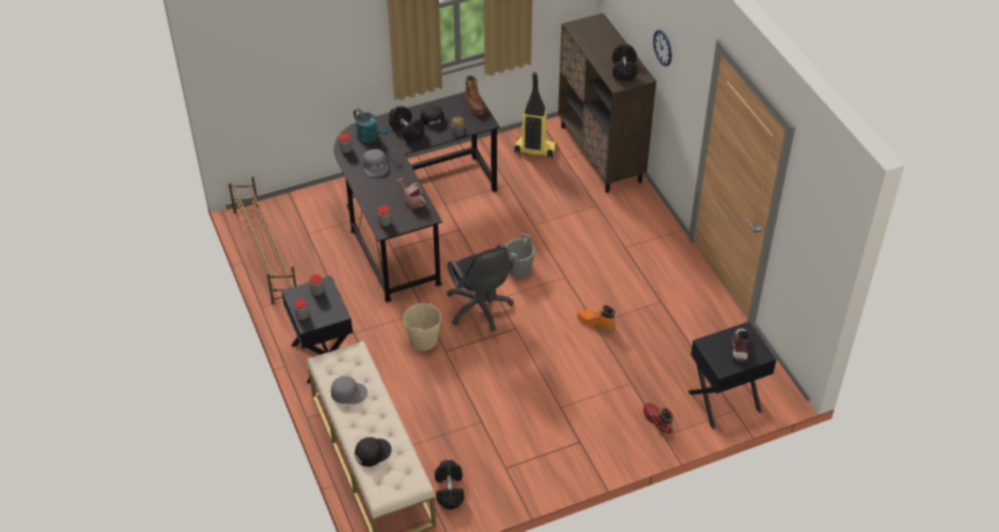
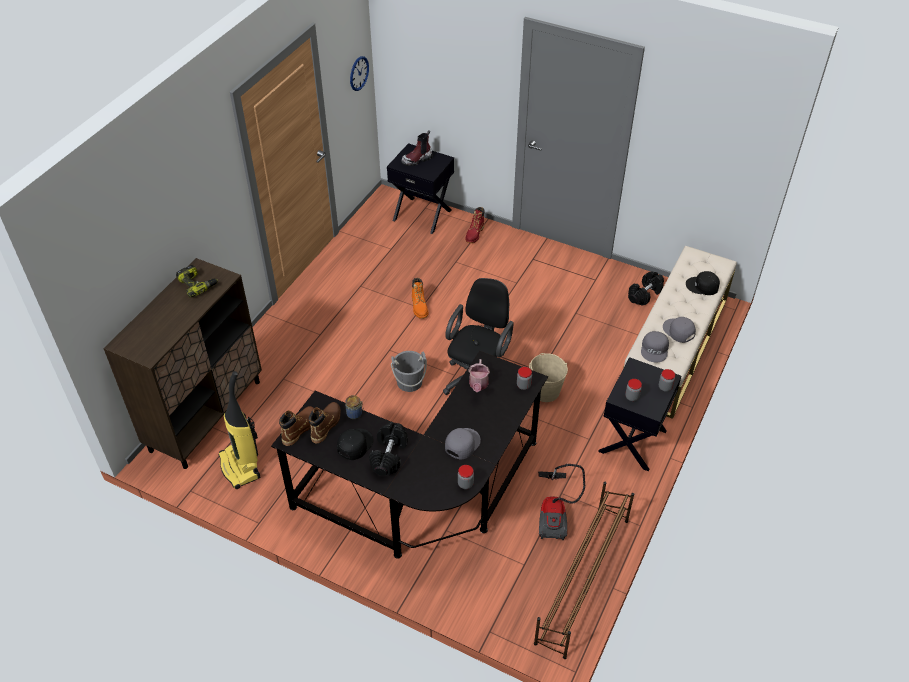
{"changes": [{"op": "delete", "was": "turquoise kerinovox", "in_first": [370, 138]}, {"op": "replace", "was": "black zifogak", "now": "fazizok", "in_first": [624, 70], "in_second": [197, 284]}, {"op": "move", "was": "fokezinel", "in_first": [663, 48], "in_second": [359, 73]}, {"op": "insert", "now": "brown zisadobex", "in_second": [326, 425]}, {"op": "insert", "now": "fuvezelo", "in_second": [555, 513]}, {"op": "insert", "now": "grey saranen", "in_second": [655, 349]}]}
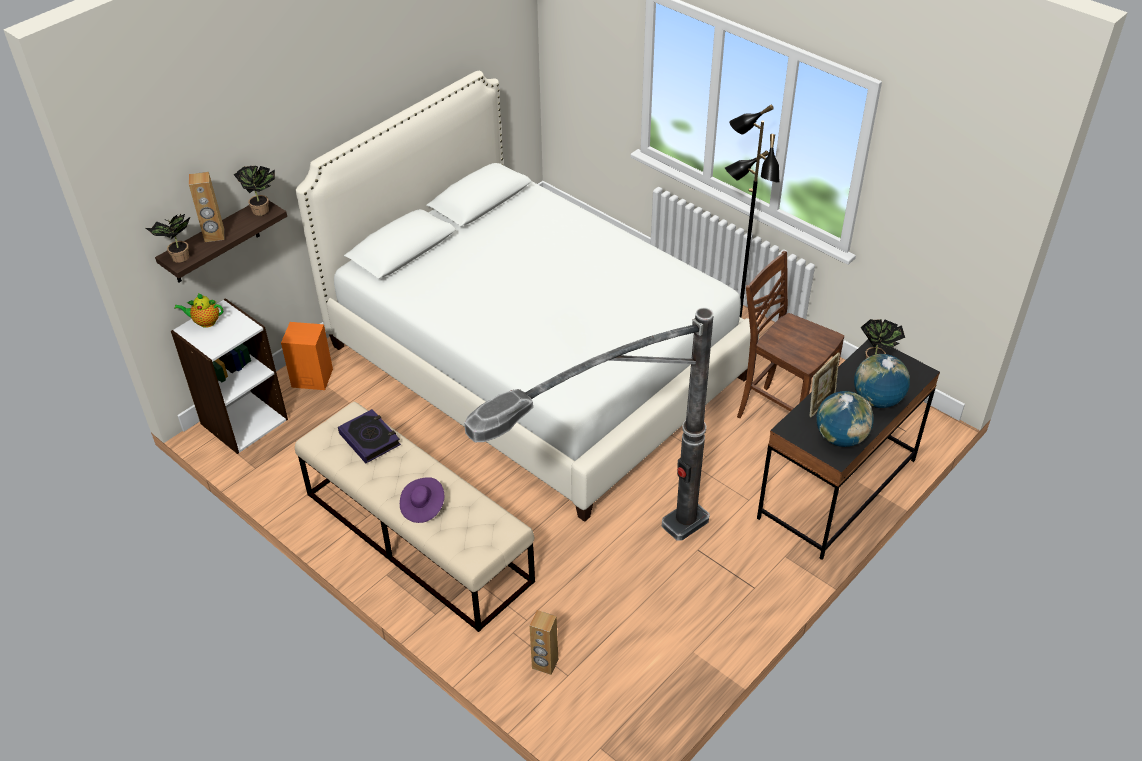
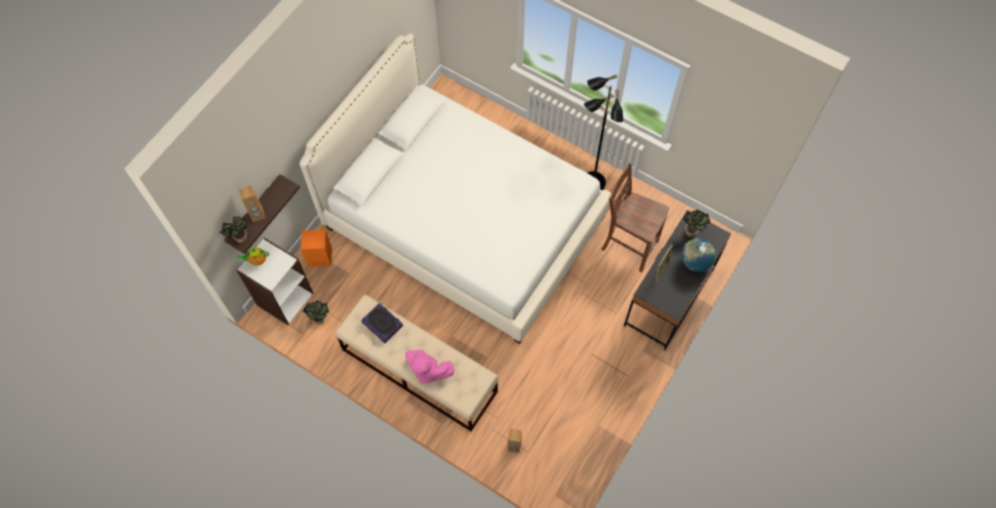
{"changes": [{"op": "move", "was": "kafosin", "in_first": [263, 210], "in_second": [320, 319]}, {"op": "replace", "was": "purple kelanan", "now": "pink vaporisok", "in_first": [422, 507], "in_second": [428, 370]}, {"op": "delete", "was": "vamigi", "in_first": [602, 579]}, {"op": "delete", "was": "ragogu", "in_first": [840, 438]}]}
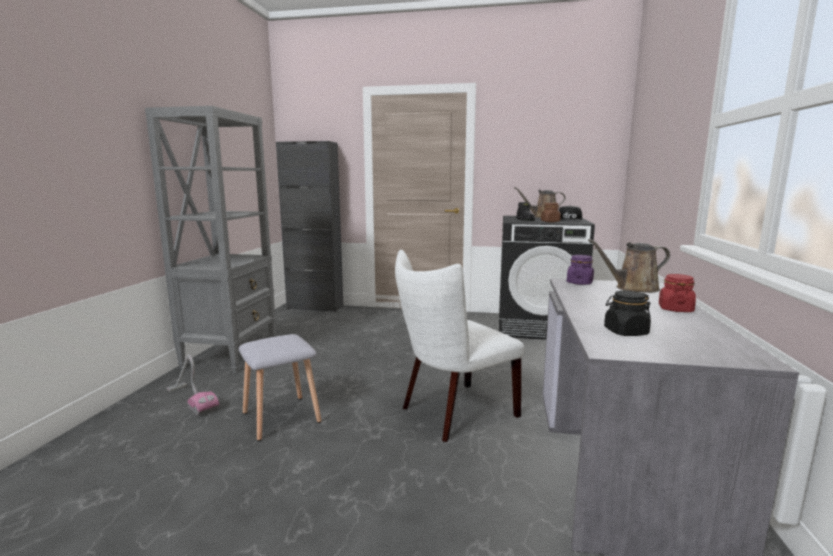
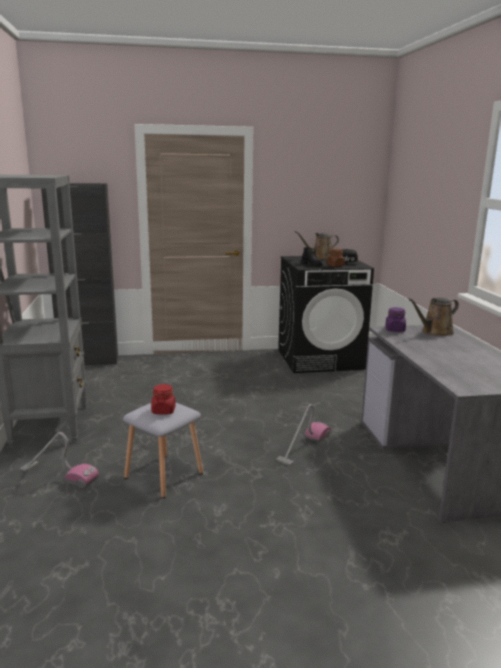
{"changes": [{"op": "replace", "was": "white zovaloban", "now": "fuvezelo", "in_first": [453, 413], "in_second": [304, 447]}, {"op": "delete", "was": "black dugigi", "in_first": [625, 332]}, {"op": "move", "was": "red dugigi", "in_first": [675, 309], "in_second": [163, 411]}]}
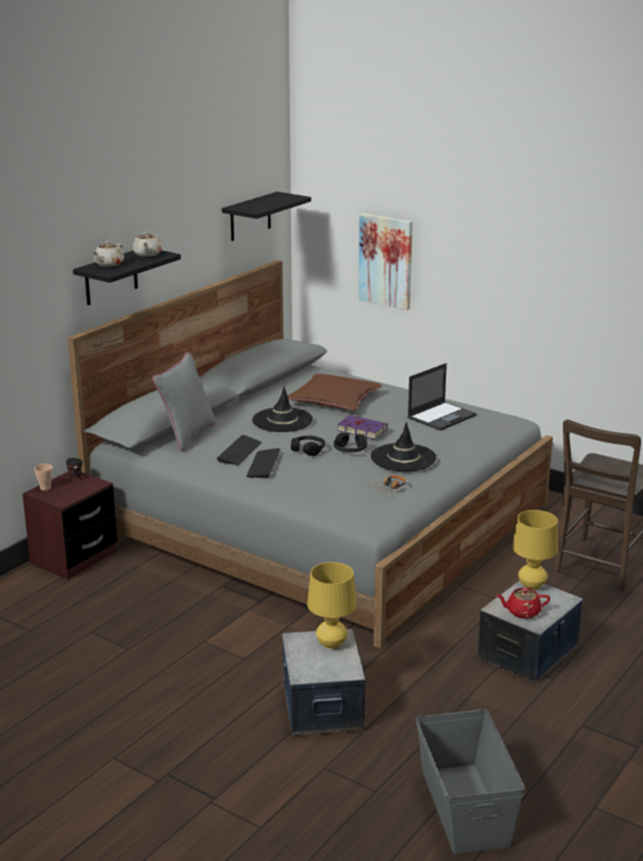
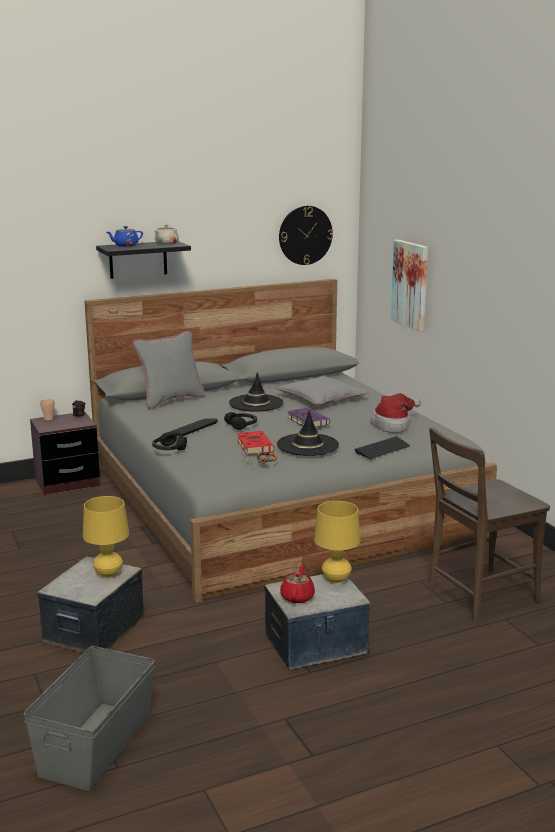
{"changes": [{"op": "recolor", "was": "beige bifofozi", "now": "blue bifofozi", "in_first": [108, 264], "in_second": [125, 245]}, {"op": "move", "was": "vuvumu", "in_first": [239, 452], "in_second": [382, 449]}, {"op": "replace", "was": "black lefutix", "now": "fokezinel", "in_first": [250, 217], "in_second": [305, 235]}, {"op": "recolor", "was": "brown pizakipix", "now": "grey pizakipix", "in_first": [334, 400], "in_second": [322, 398]}, {"op": "move", "was": "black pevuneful", "in_first": [350, 450], "in_second": [168, 449]}, {"op": "replace", "was": "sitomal", "now": "kelanan", "in_first": [442, 416], "in_second": [394, 425]}, {"op": "rotate", "was": "red bifofozi", "in_first": [522, 612], "in_second": [297, 597], "clockwise": 75}, {"op": "insert", "now": "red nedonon", "in_second": [254, 445]}]}
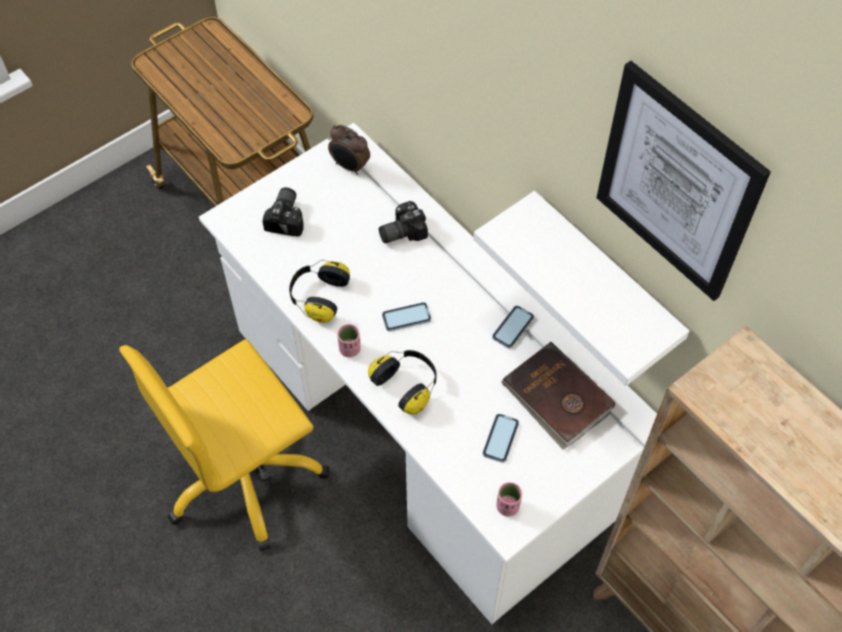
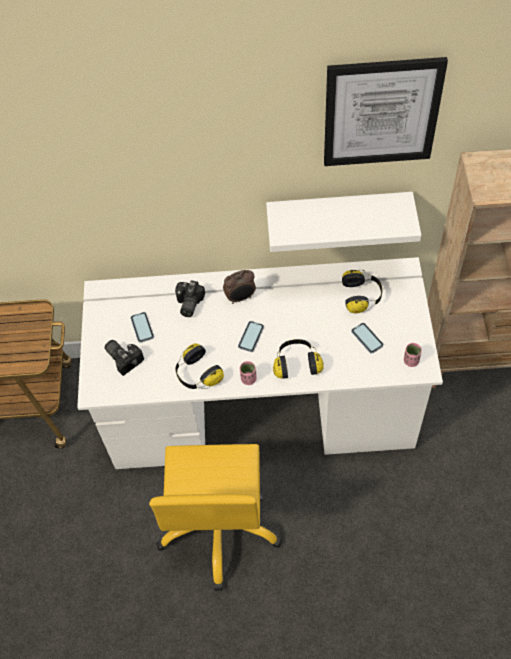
{"changes": [{"op": "move", "was": "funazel", "in_first": [350, 166], "in_second": [240, 298]}, {"op": "move", "was": "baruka", "in_first": [513, 327], "in_second": [142, 328]}, {"op": "replace", "was": "brown nedonon", "now": "pevuneful", "in_first": [557, 397], "in_second": [362, 296]}]}
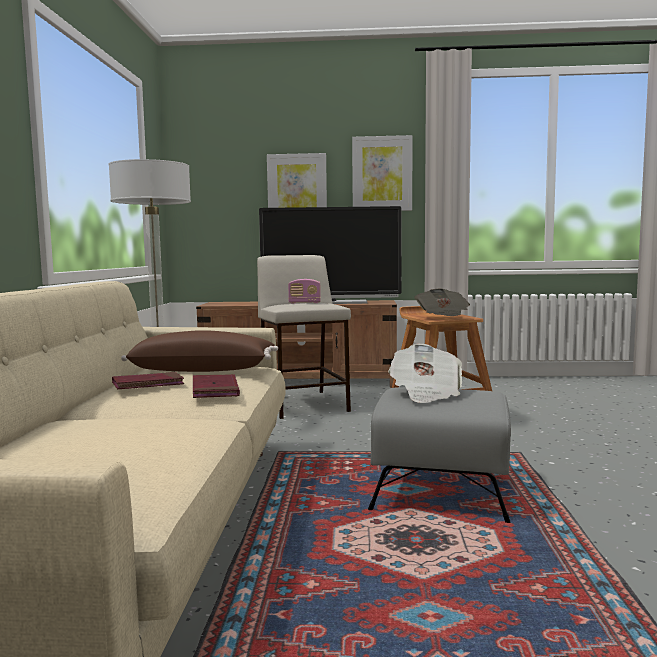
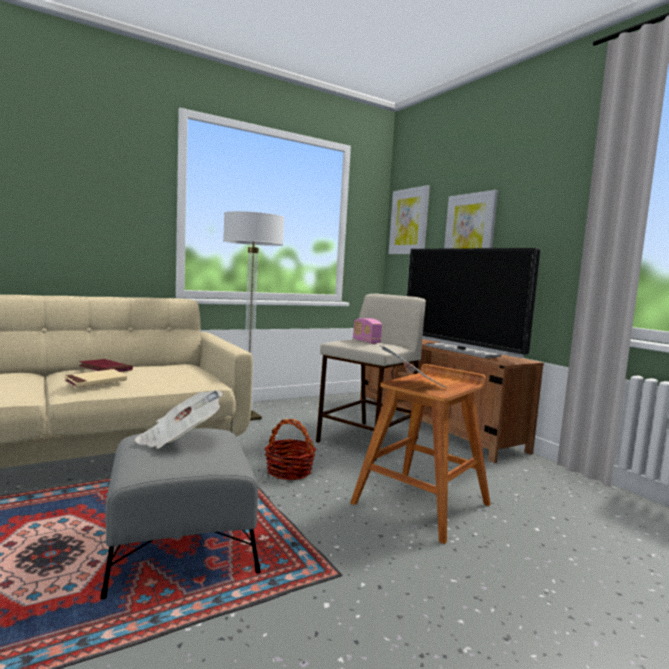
{"changes": [{"op": "delete", "was": "brown pizakipix", "in_first": [204, 370]}, {"op": "recolor", "was": "red nedonon", "now": "beige nedonon", "in_first": [215, 390], "in_second": [95, 381]}, {"op": "move", "was": "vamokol", "in_first": [382, 174], "in_second": [409, 221]}, {"op": "insert", "now": "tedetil", "in_second": [289, 471]}]}
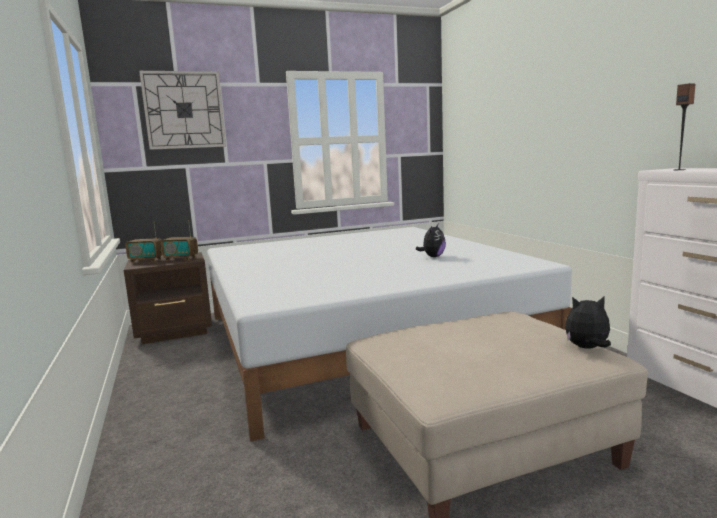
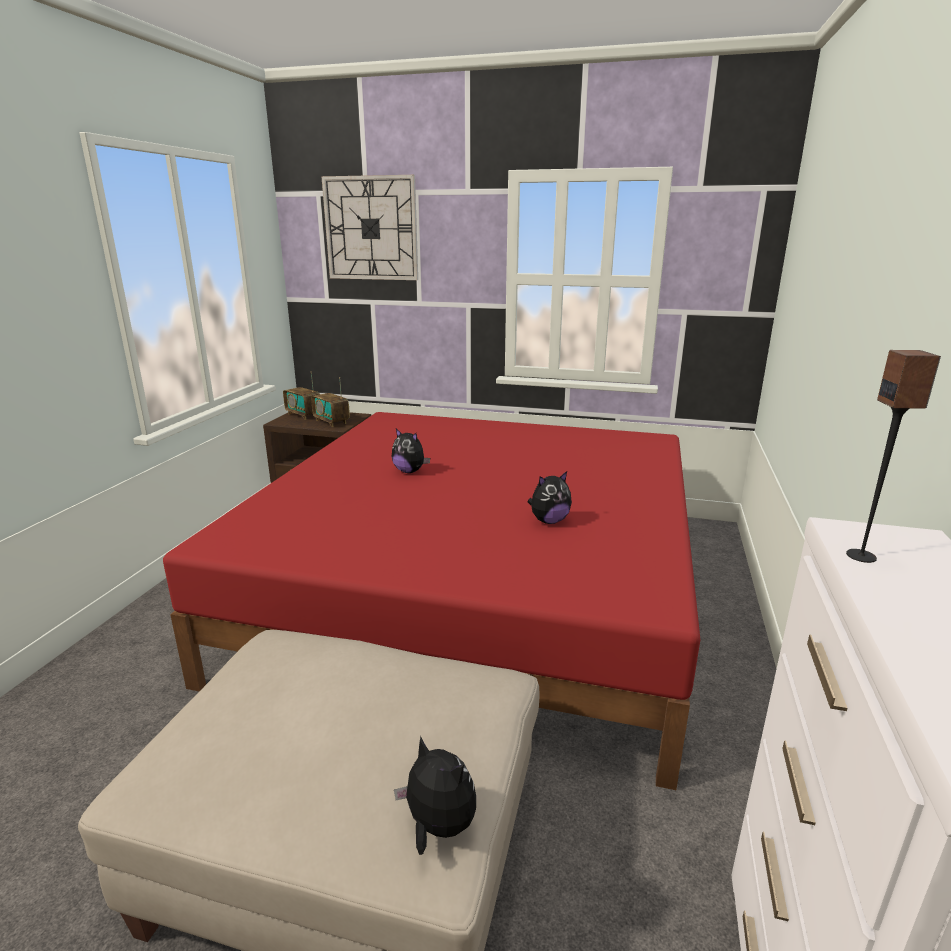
{"changes": [{"op": "recolor", "was": "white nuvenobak", "now": "red nuvenobak", "in_first": [362, 337], "in_second": [478, 590]}, {"op": "insert", "now": "vaporisok", "in_second": [410, 471]}]}
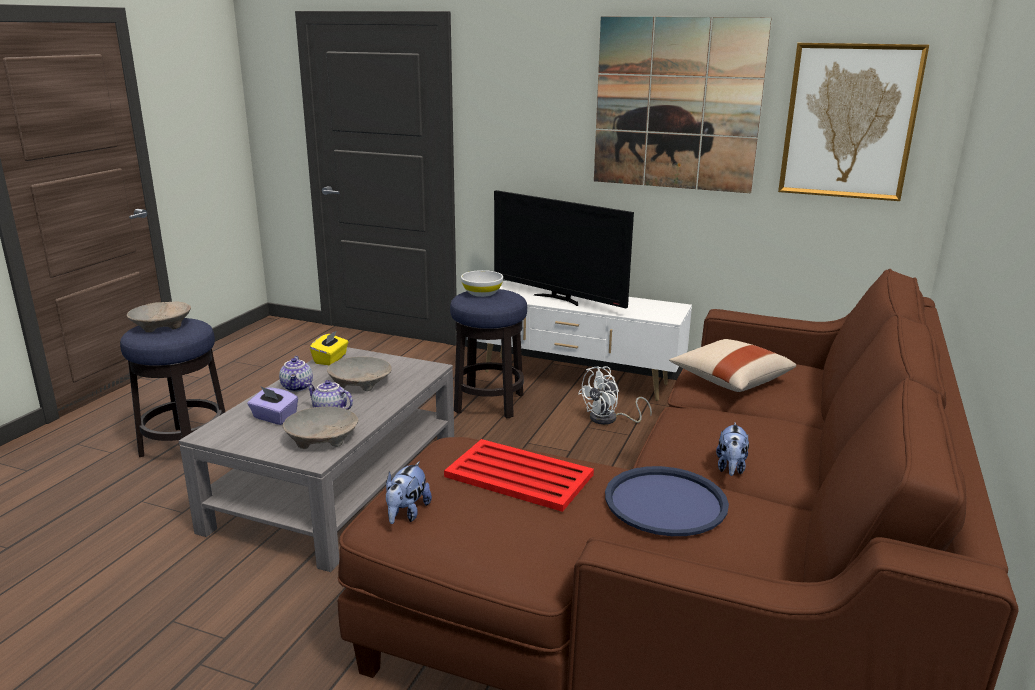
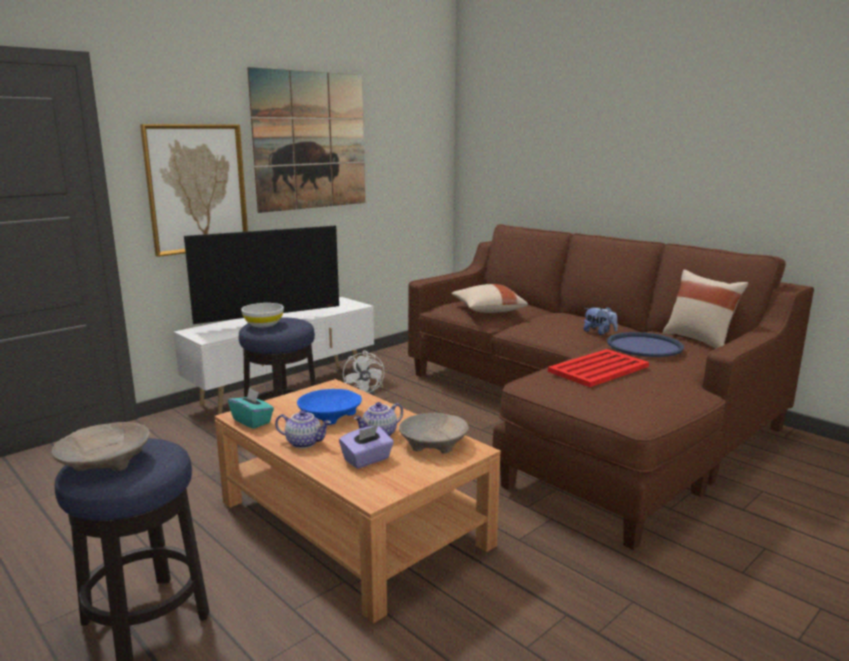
{"changes": [{"op": "recolor", "was": "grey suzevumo", "now": "brown suzevumo", "in_first": [336, 485], "in_second": [353, 523]}, {"op": "recolor", "was": "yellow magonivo", "now": "turquoise magonivo", "in_first": [331, 359], "in_second": [252, 421]}, {"op": "recolor", "was": "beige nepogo", "now": "blue nepogo", "in_first": [360, 382], "in_second": [329, 415]}, {"op": "delete", "was": "vaporisok", "in_first": [406, 513]}, {"op": "move", "was": "vamokol", "in_first": [849, 122], "in_second": [197, 188]}, {"op": "insert", "now": "beige pizakipix", "in_second": [699, 340]}]}
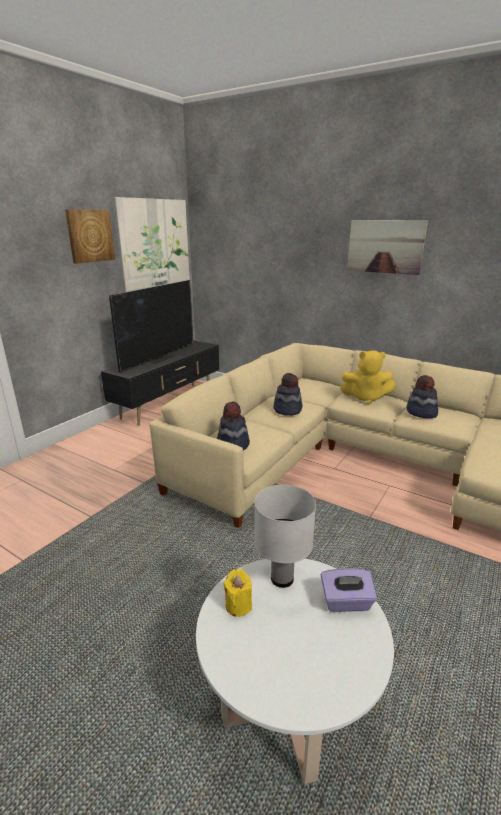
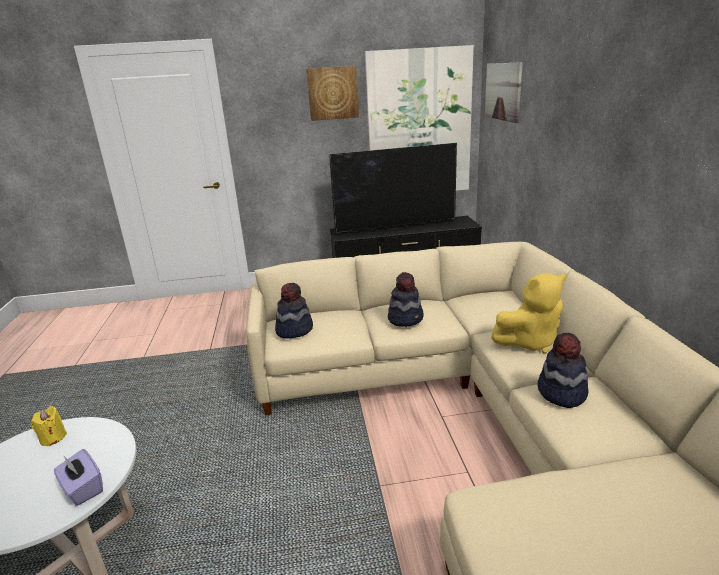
{"changes": [{"op": "delete", "was": "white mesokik", "in_first": [282, 579]}, {"op": "rotate", "was": "yellow vaporisok", "in_first": [366, 398], "in_second": [529, 342], "clockwise": -75}, {"op": "move", "was": "vamokol", "in_first": [385, 246], "in_second": [503, 91]}]}
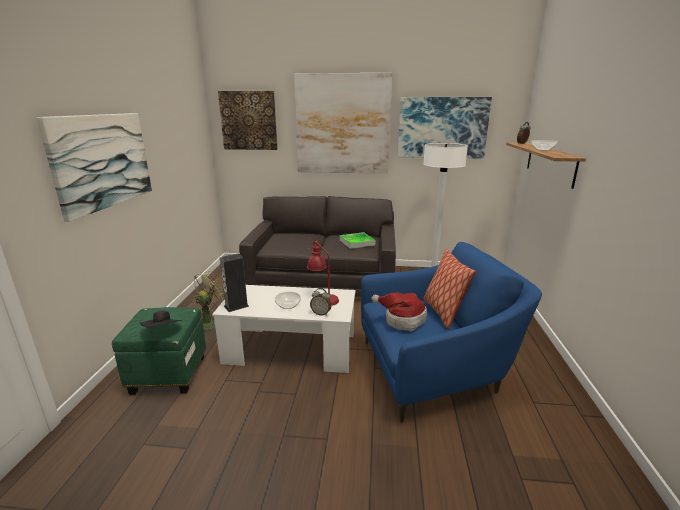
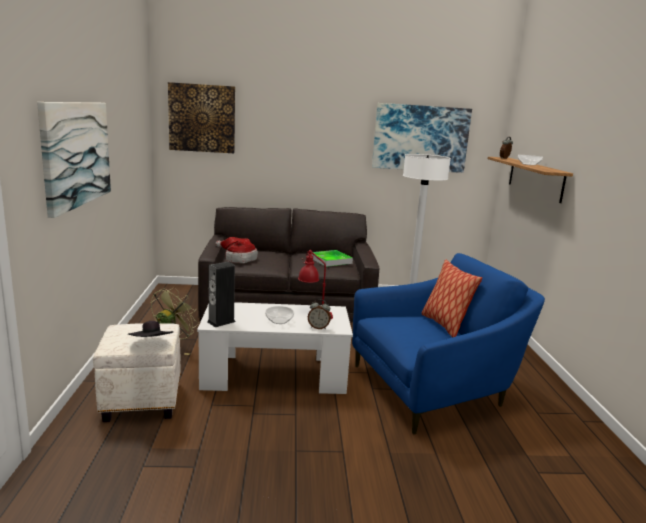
{"changes": [{"op": "recolor", "was": "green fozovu", "now": "white fozovu", "in_first": [169, 375], "in_second": [142, 402]}, {"op": "delete", "was": "vamokol", "in_first": [342, 124]}, {"op": "move", "was": "kelanan", "in_first": [402, 320], "in_second": [238, 259]}]}
